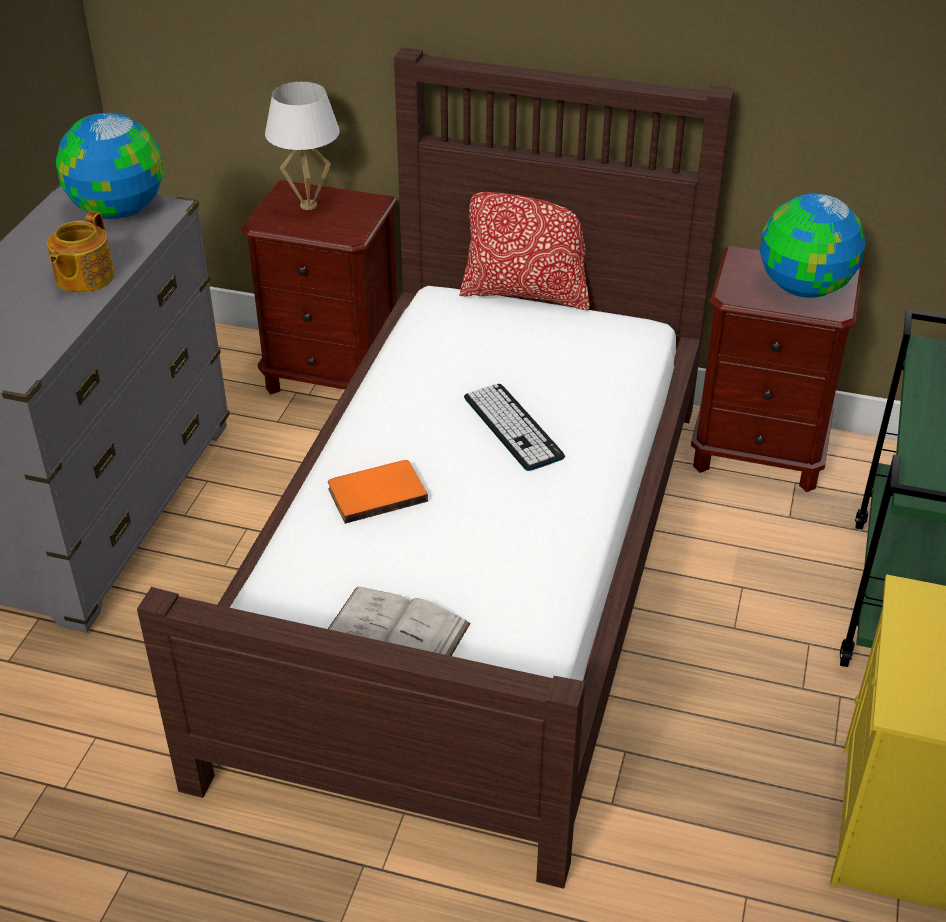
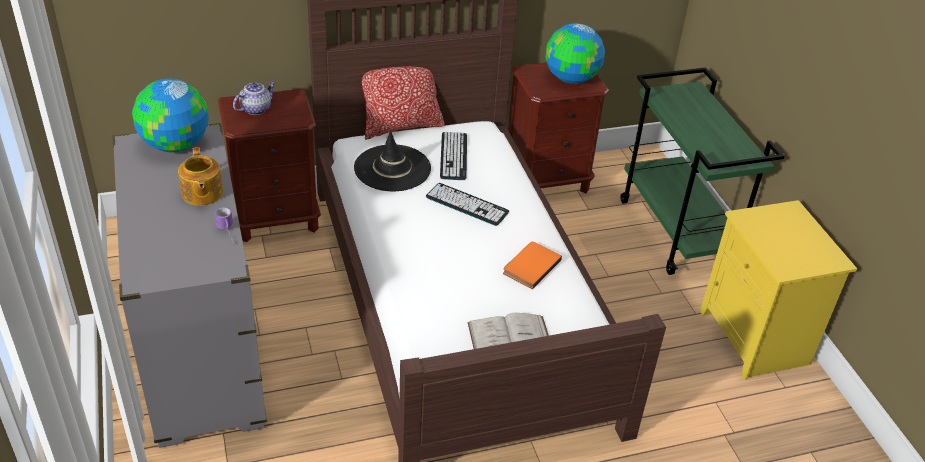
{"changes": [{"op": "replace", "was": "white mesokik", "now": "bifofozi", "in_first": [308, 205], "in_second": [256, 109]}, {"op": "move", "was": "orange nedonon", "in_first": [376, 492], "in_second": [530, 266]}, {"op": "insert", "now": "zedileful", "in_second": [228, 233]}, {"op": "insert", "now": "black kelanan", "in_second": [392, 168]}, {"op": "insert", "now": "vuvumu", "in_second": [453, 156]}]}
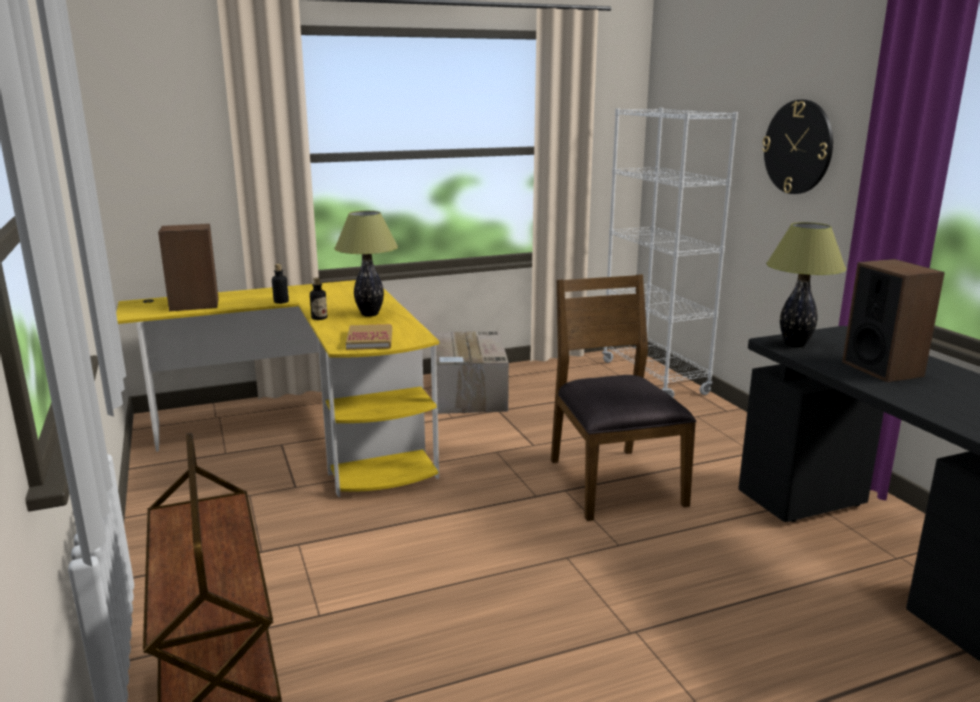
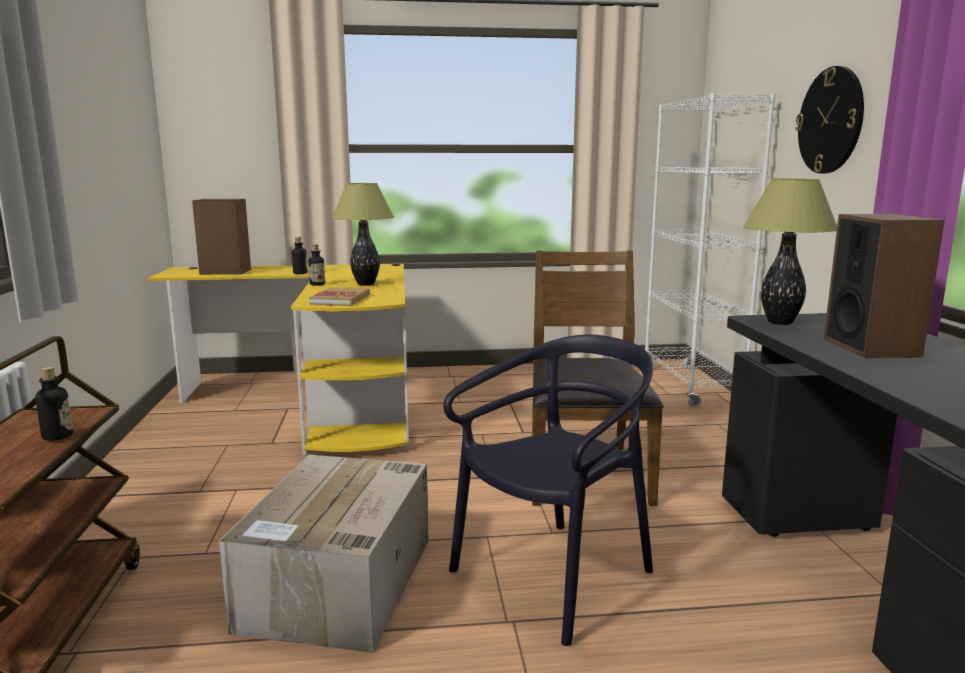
{"changes": [{"op": "move", "was": "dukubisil", "in_first": [468, 393], "in_second": [338, 584]}, {"op": "insert", "now": "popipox", "in_second": [57, 436]}, {"op": "insert", "now": "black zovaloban", "in_second": [554, 576]}]}
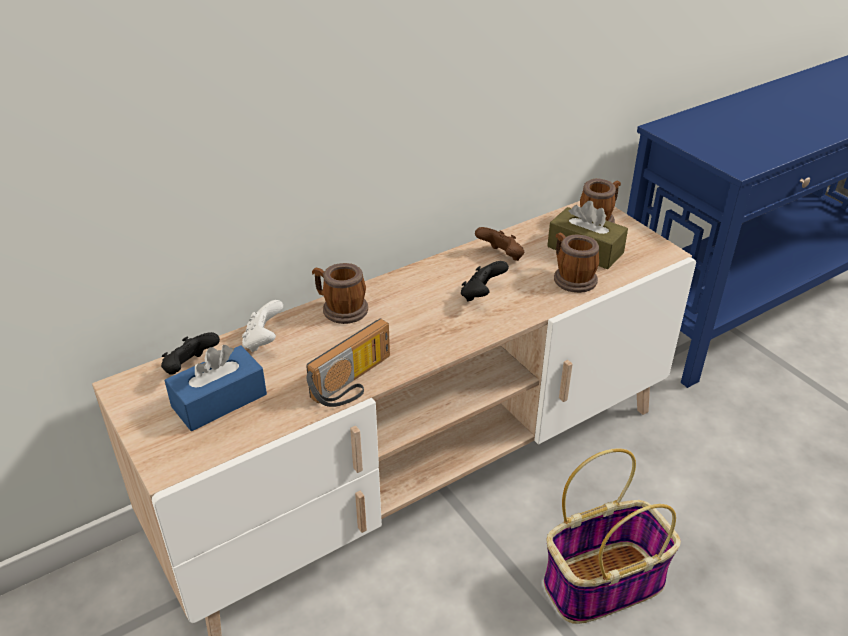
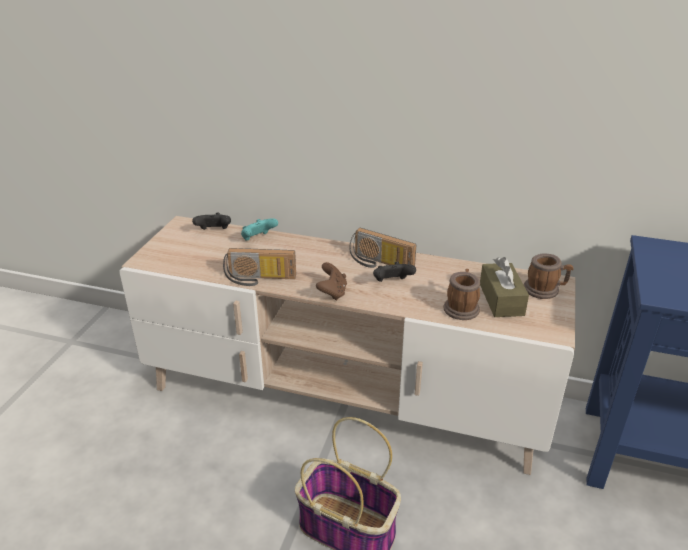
{"changes": [{"op": "delete", "was": "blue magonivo", "in_first": [219, 400]}, {"op": "recolor", "was": "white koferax", "now": "turquoise koferax", "in_first": [264, 341], "in_second": [258, 239]}, {"op": "delete", "was": "zedileful", "in_first": [340, 309]}, {"op": "move", "was": "brown koferax", "in_first": [501, 257], "in_second": [332, 292]}, {"op": "insert", "now": "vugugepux", "in_second": [379, 263]}]}
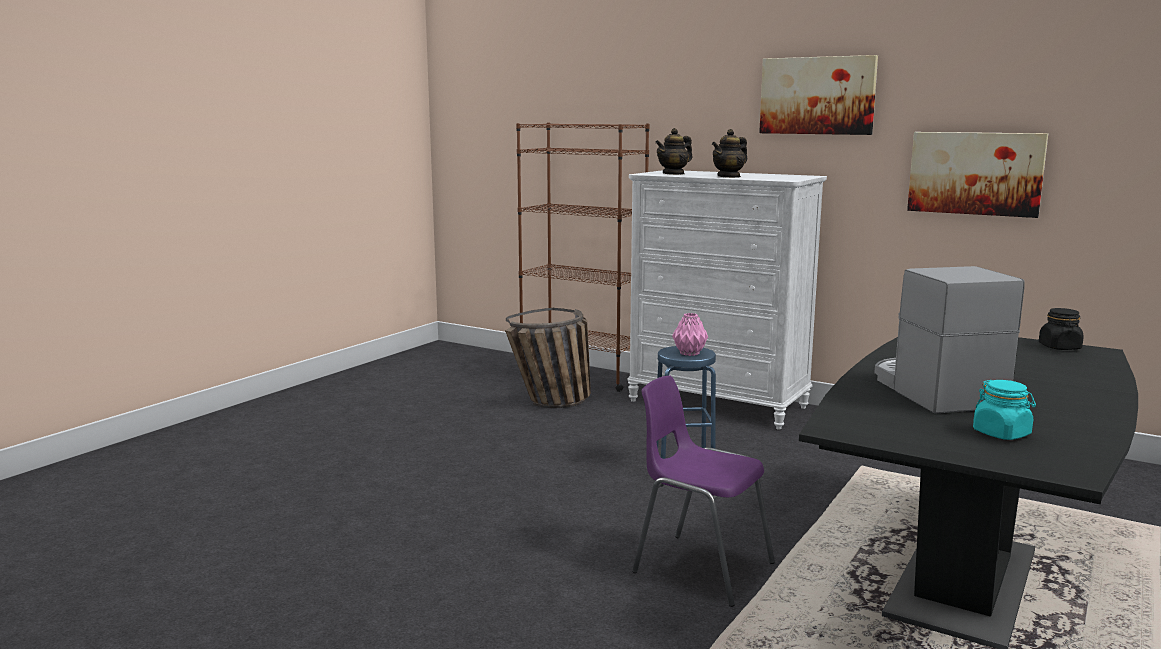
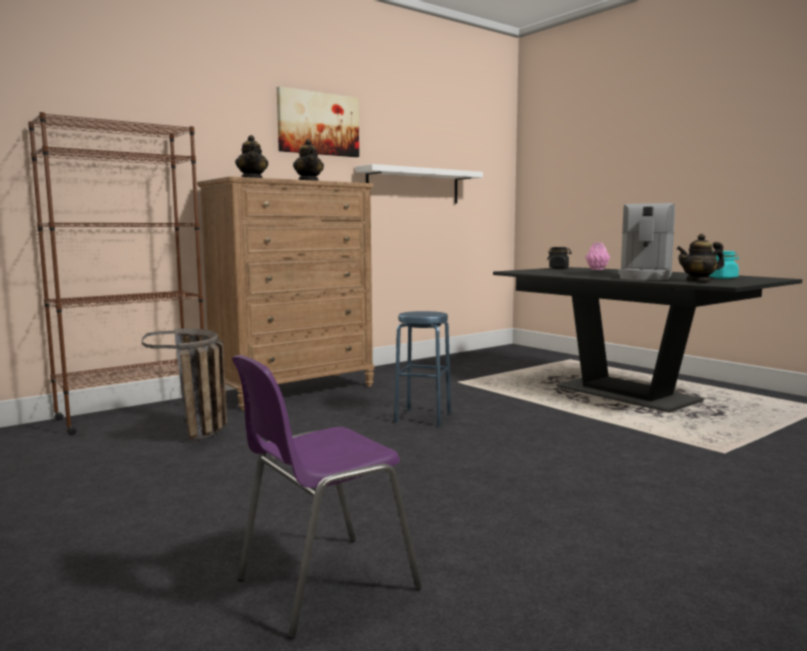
{"changes": [{"op": "recolor", "was": "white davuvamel", "now": "brown davuvamel", "in_first": [718, 404], "in_second": [295, 390]}, {"op": "move", "was": "purple zovaloban", "in_first": [700, 567], "in_second": [322, 584]}, {"op": "move", "was": "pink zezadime", "in_first": [689, 353], "in_second": [596, 269]}, {"op": "rotate", "was": "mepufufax", "in_first": [934, 391], "in_second": [645, 277], "clockwise": -75}, {"op": "replace", "was": "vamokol", "now": "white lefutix", "in_first": [975, 173], "in_second": [413, 186]}, {"op": "insert", "now": "bifofozi", "in_second": [699, 281]}]}
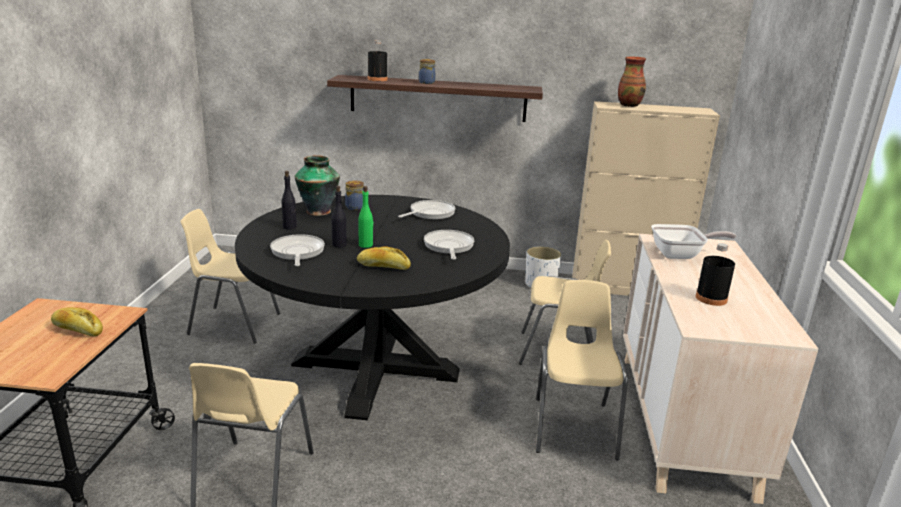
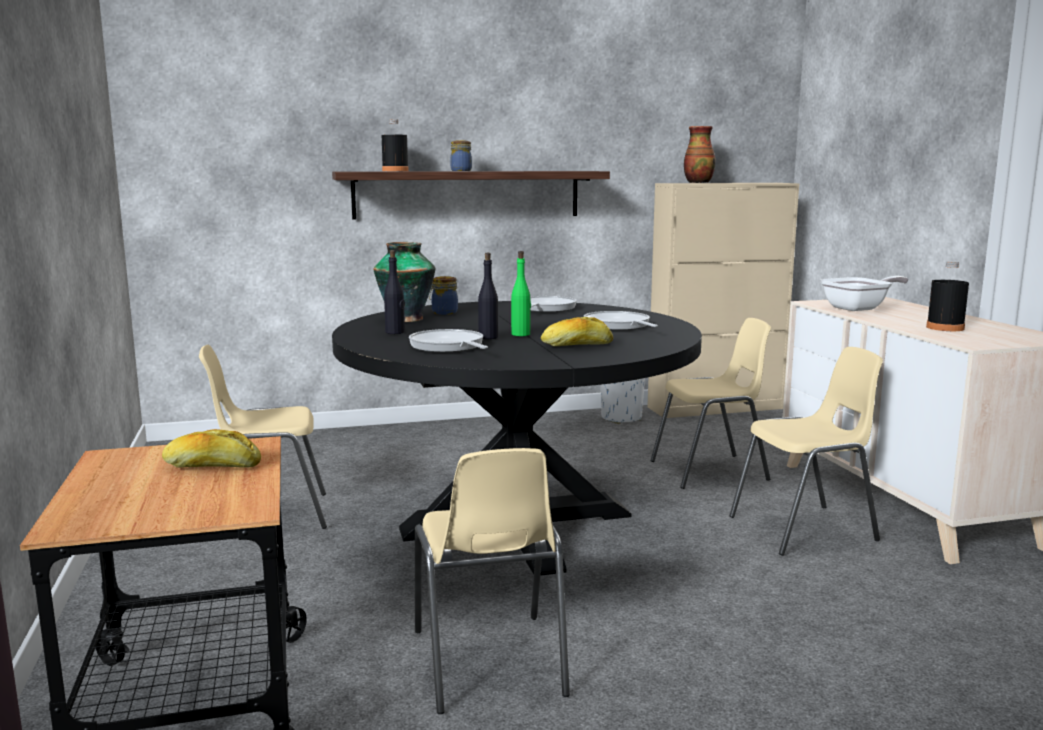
{"changes": [{"op": "rotate", "was": "beige zovaloban", "in_first": [574, 427], "in_second": [805, 529], "clockwise": 90}]}
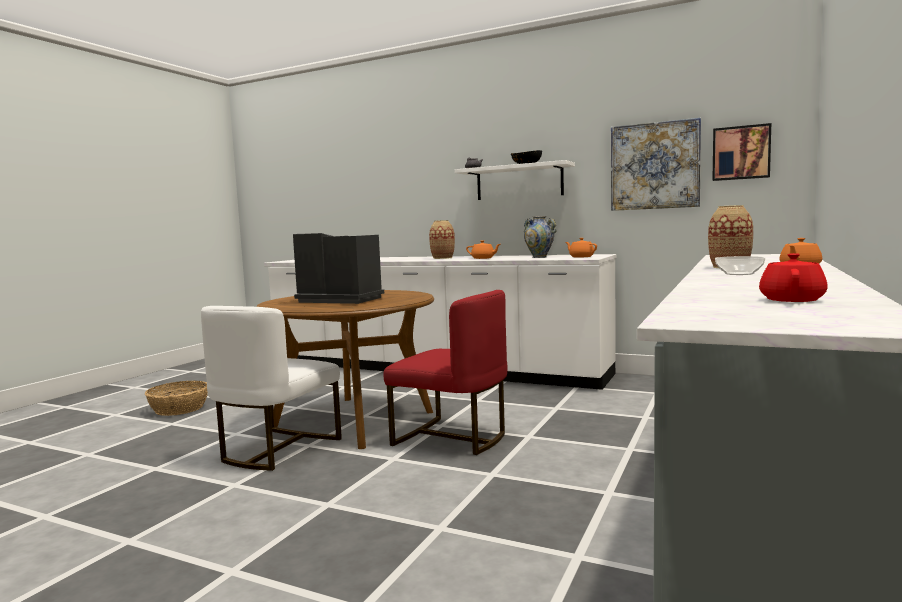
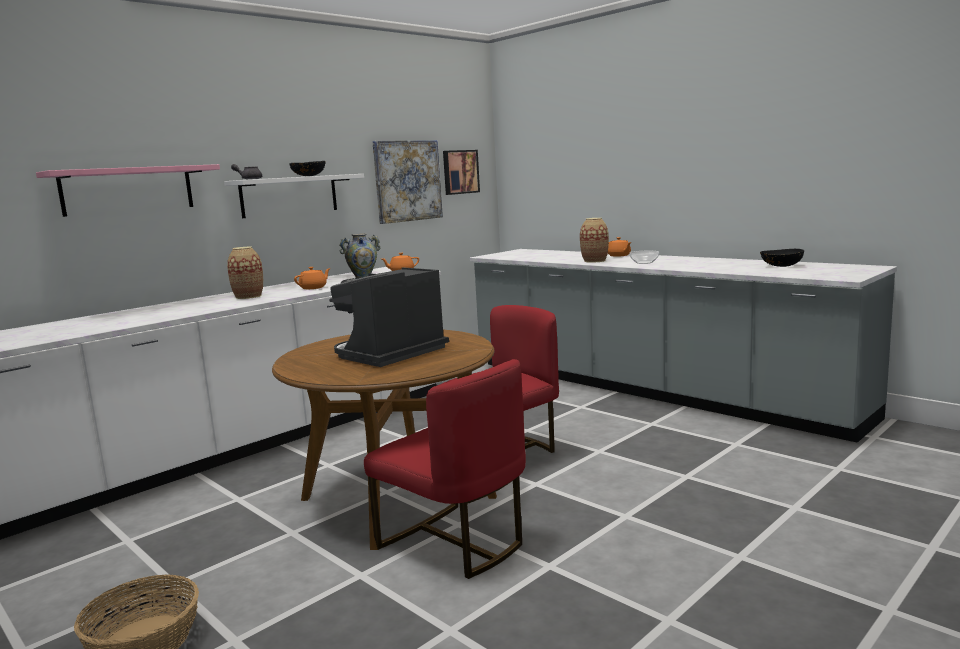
{"changes": [{"op": "recolor", "was": "white zovaloban", "now": "red zovaloban", "in_first": [277, 449], "in_second": [454, 543]}, {"op": "replace", "was": "red bifofozi", "now": "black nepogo", "in_first": [792, 299], "in_second": [781, 266]}, {"op": "insert", "now": "pink lefutix", "in_second": [128, 190]}]}
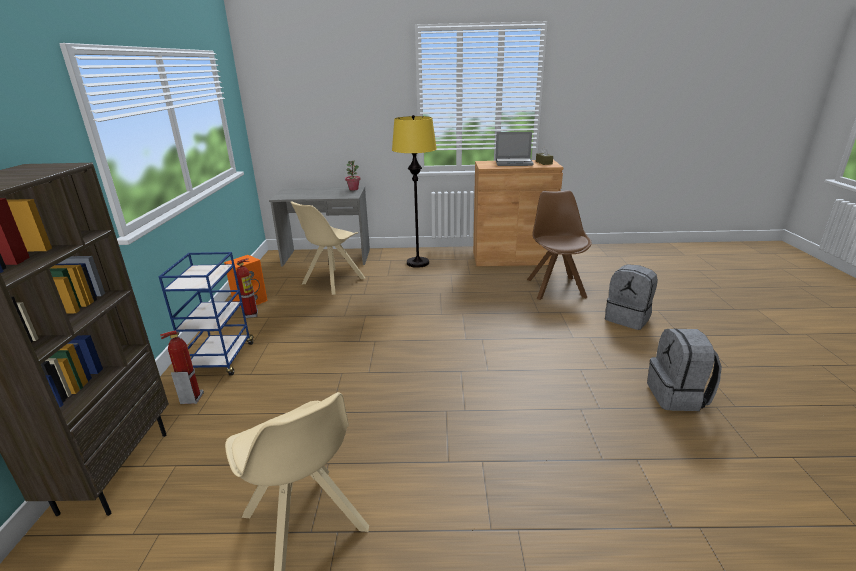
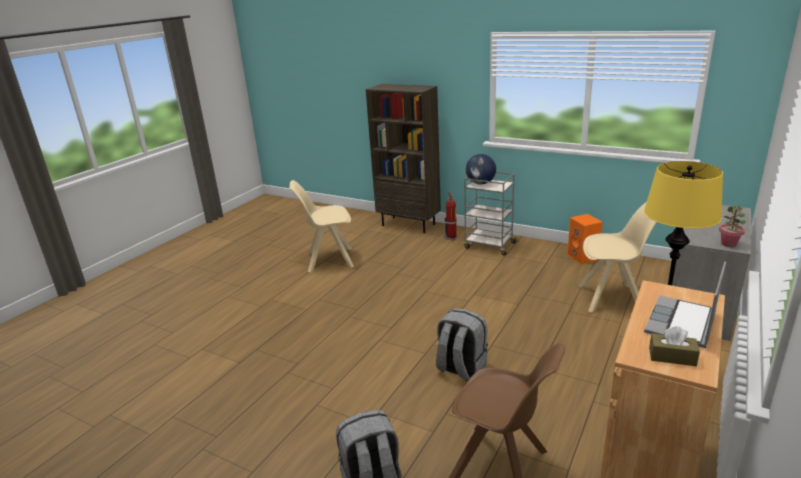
{"changes": [{"op": "recolor", "was": "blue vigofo", "now": "grey vigofo", "in_first": [221, 360], "in_second": [489, 245]}, {"op": "delete", "was": "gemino", "in_first": [251, 314]}, {"op": "rotate", "was": "beige zovaloban", "in_first": [332, 282], "in_second": [612, 298], "clockwise": 120}, {"op": "move", "was": "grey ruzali", "in_first": [677, 396], "in_second": [461, 368]}, {"op": "insert", "now": "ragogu", "in_second": [480, 183]}]}
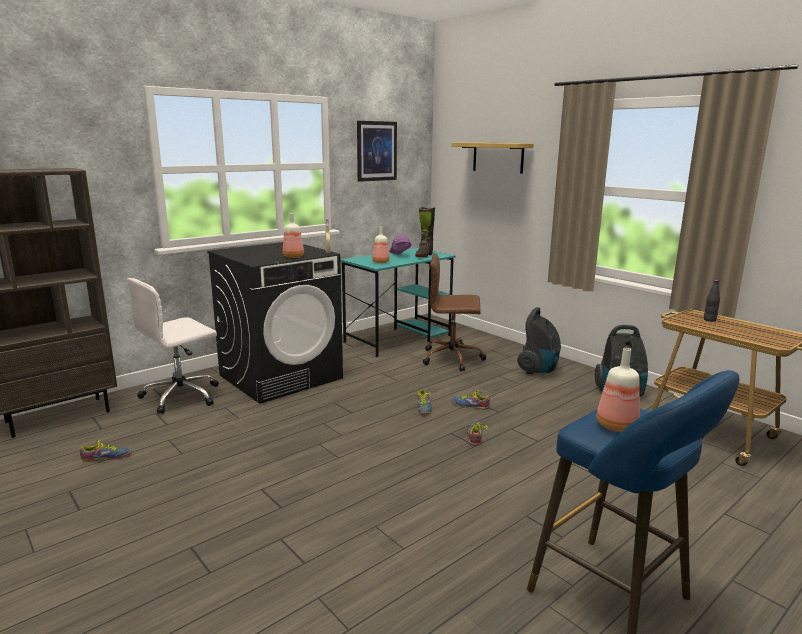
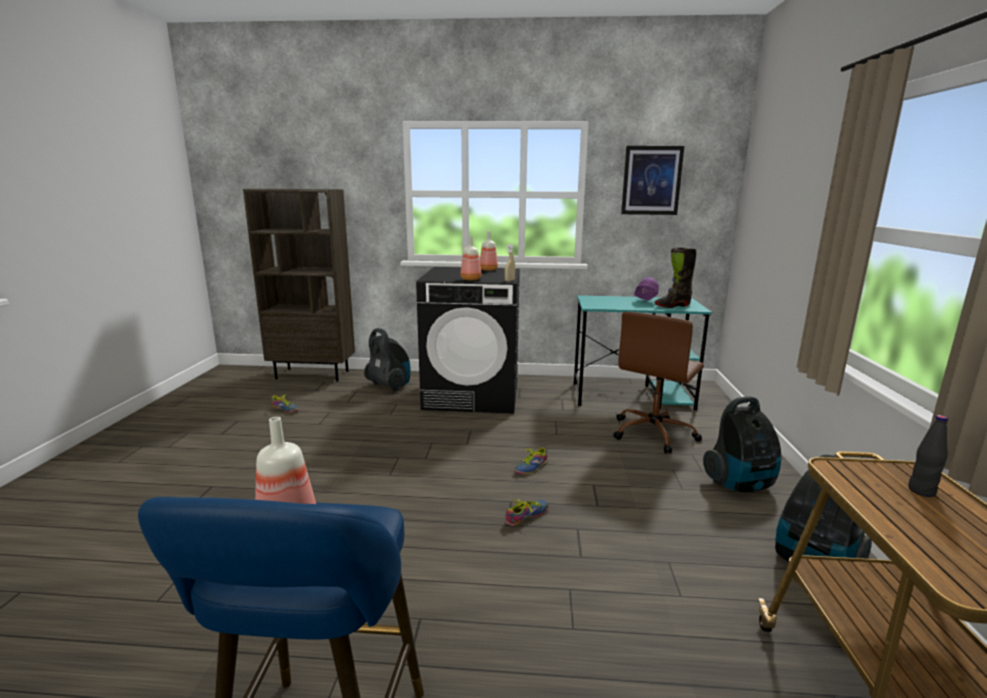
{"changes": [{"op": "replace", "was": "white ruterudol", "now": "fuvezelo", "in_first": [182, 396], "in_second": [389, 386]}, {"op": "move", "was": "popipox", "in_first": [380, 262], "in_second": [487, 270]}, {"op": "rotate", "was": "brown ruterudol", "in_first": [453, 358], "in_second": [654, 433], "clockwise": -105}, {"op": "delete", "was": "lefutix", "in_first": [498, 157]}, {"op": "delete", "was": "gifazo", "in_first": [470, 404]}]}
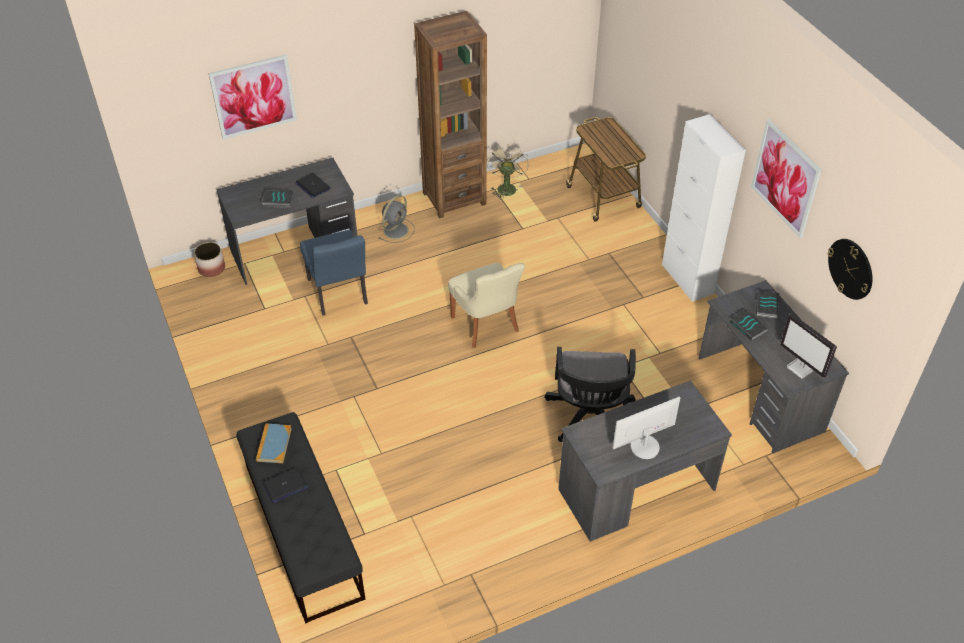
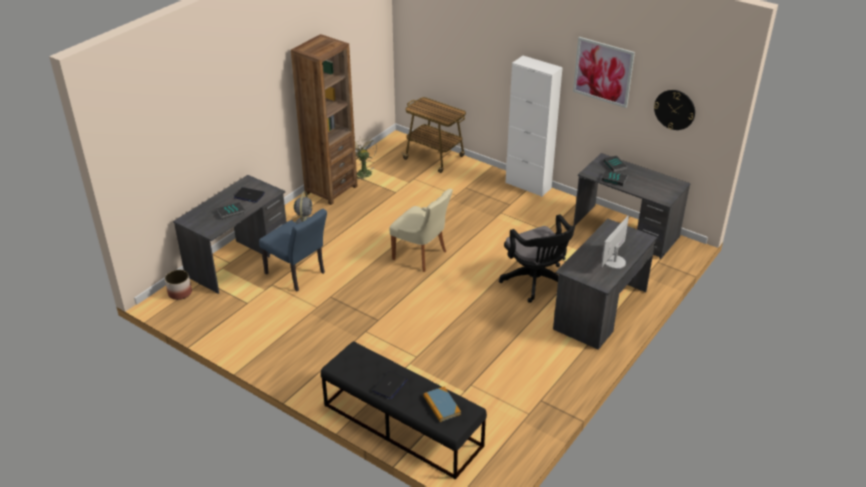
{"changes": [{"op": "delete", "was": "vamokol", "in_first": [253, 97]}, {"op": "move", "was": "nedonon", "in_first": [274, 444], "in_second": [441, 405]}, {"op": "delete", "was": "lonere", "in_first": [801, 368]}]}
